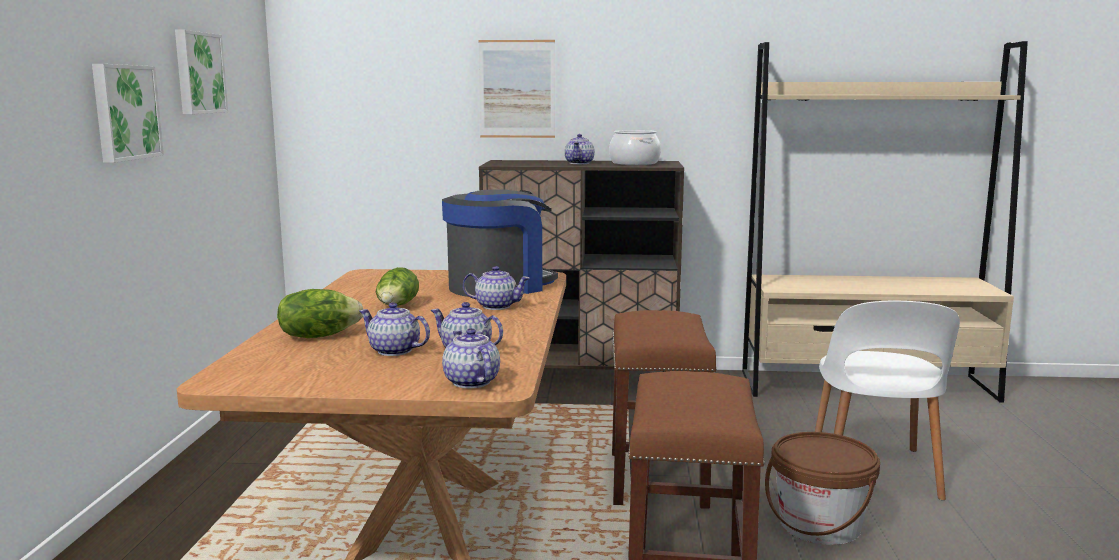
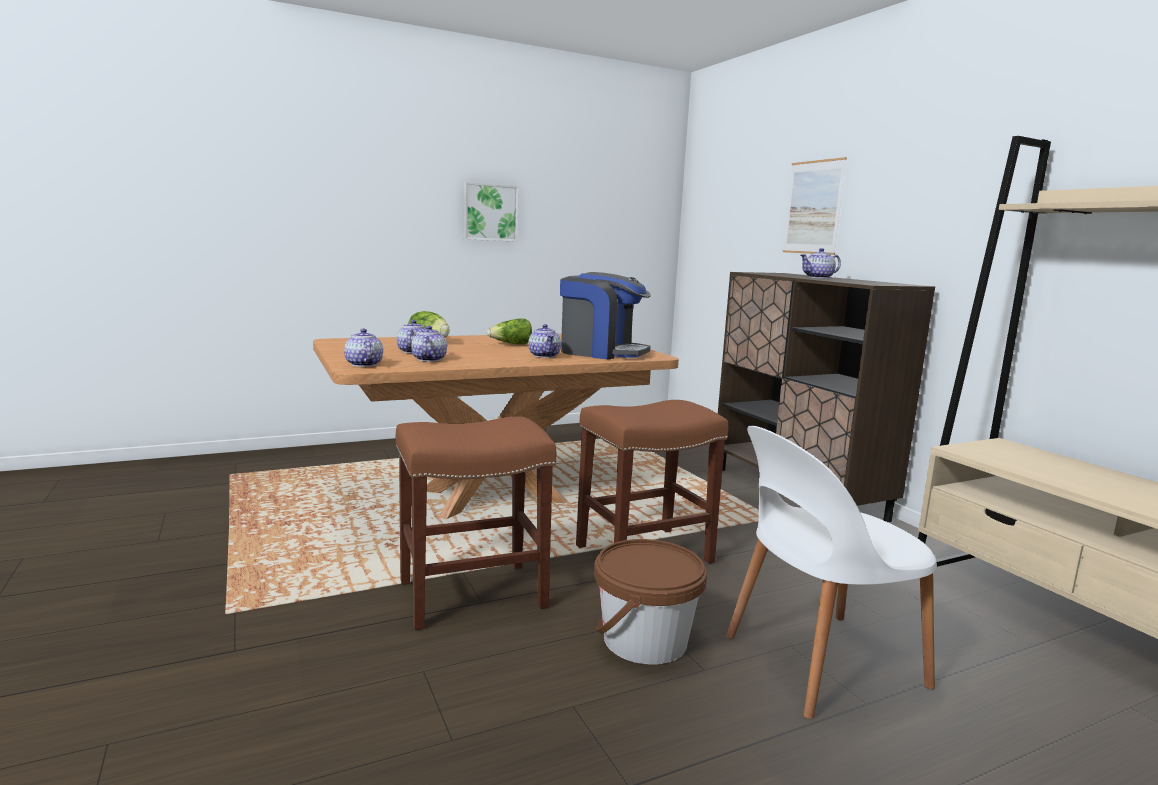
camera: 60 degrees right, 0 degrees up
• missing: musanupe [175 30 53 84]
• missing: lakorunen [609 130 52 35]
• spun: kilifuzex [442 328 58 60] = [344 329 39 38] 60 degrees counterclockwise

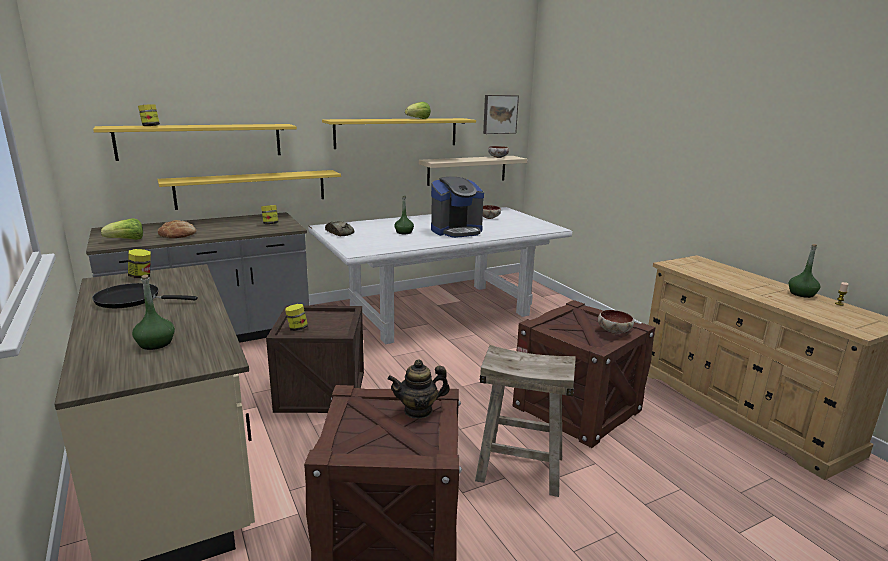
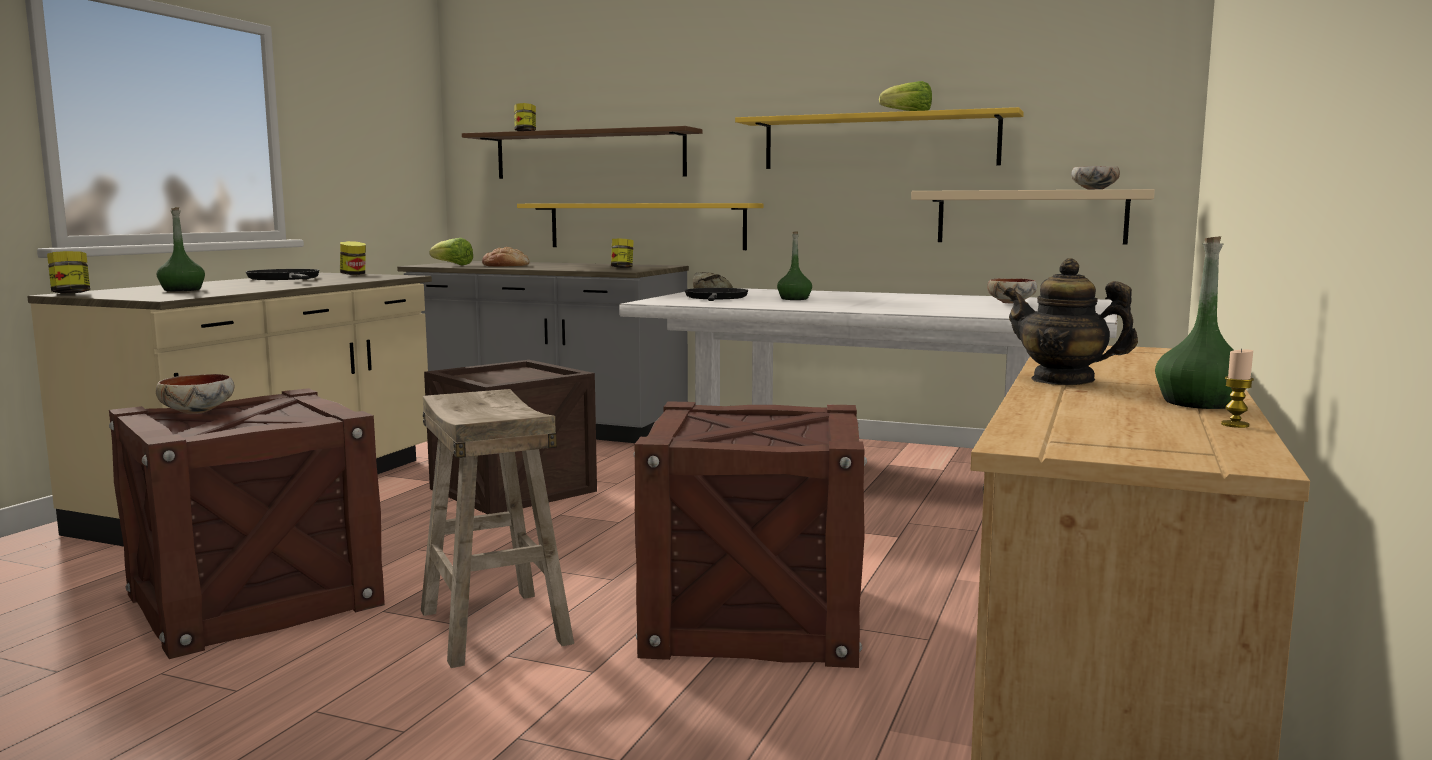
camera: 50 degrees right, 10 degrees down
• missing: musanupe [483 95 36 39]
• colour: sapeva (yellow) [93 124 204 37] to sapeva (brown) [462 126 241 53]
• missing: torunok [431 177 53 61]
• relocated: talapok [285 304 23 27] to [47 251 43 42]
• relocated: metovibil [598 310 36 24] to [156 374 78 40]
• relocated: kilifuzex [387 359 63 60] to [1003 258 135 127]
• appeared: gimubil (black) [685 288 63 13]

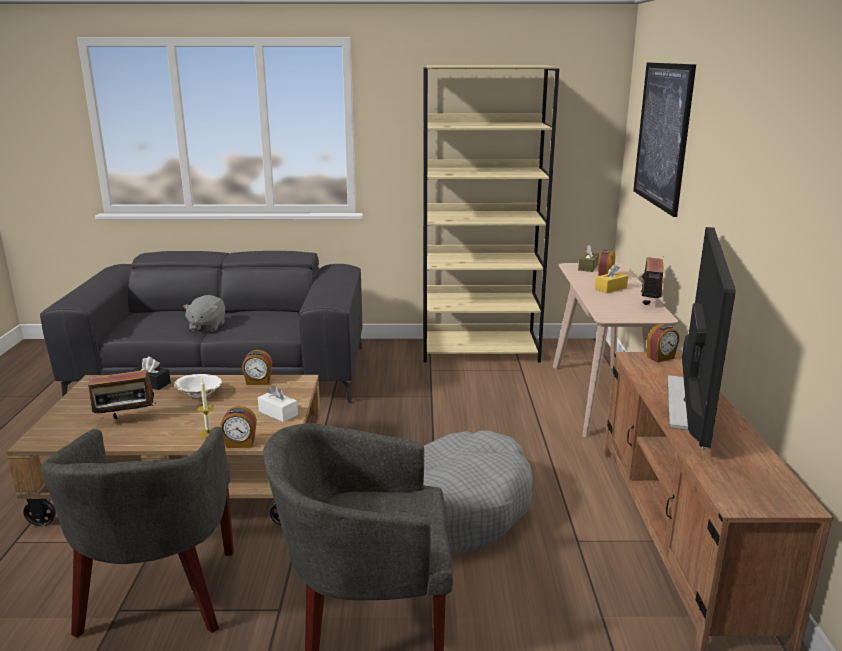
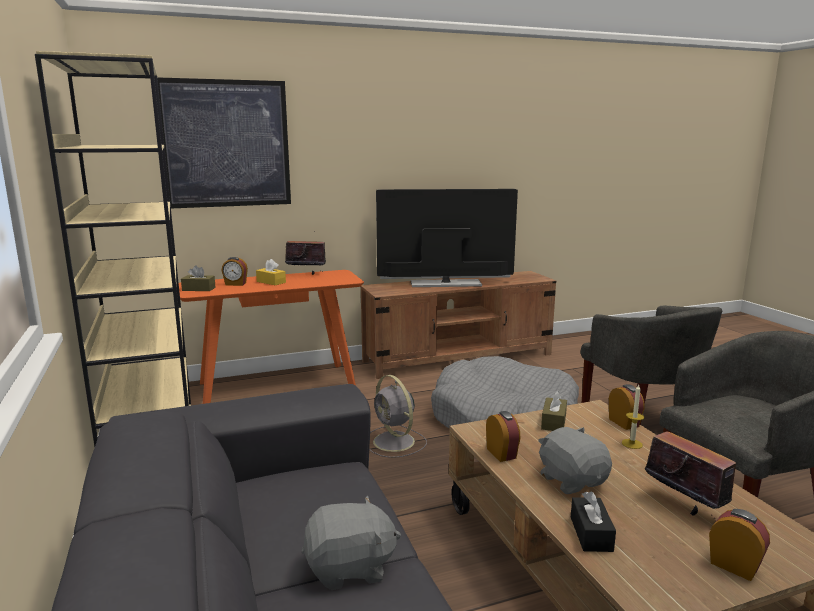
camera: 110 degrees left, 5 degrees down
• colour: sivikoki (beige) [553 263 125 174] to sivikoki (orange) [179 270 185 134]
• relocated: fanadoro [647 324 33 38] to [709 509 61 72]
• exchanged: metovibil (white) [174 374 48 24] to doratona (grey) [538 427 74 67]
• colour: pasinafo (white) [258 385 40 37] to pasinafo (brown) [541 391 26 40]
• appeared: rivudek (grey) [369 375 58 83]

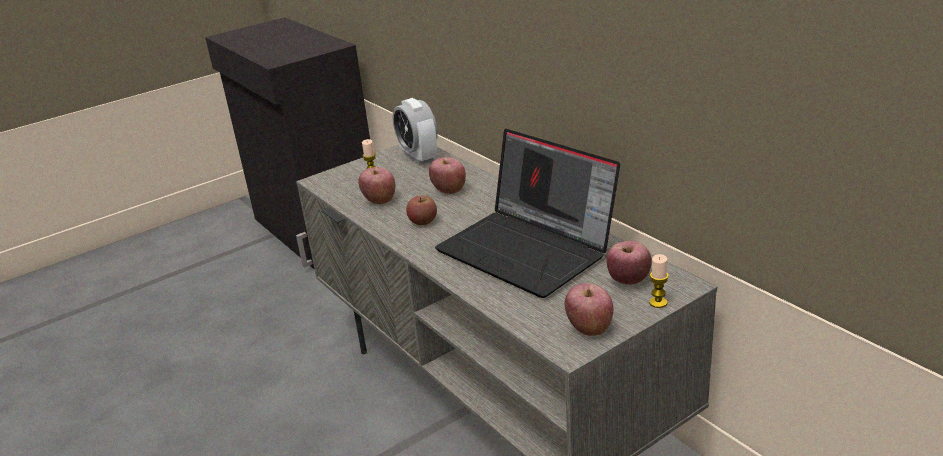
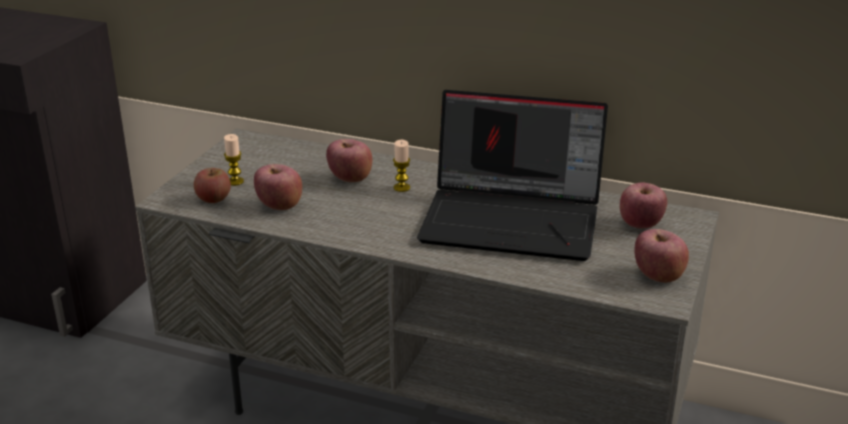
camera: 35 degrees left, 0 degrees up
• missing: fanadoro [393 98 45 67]
• relocated: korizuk [406 196 31 29] to [194 168 37 35]
• relocated: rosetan [649 254 20 54] to [393 140 17 52]

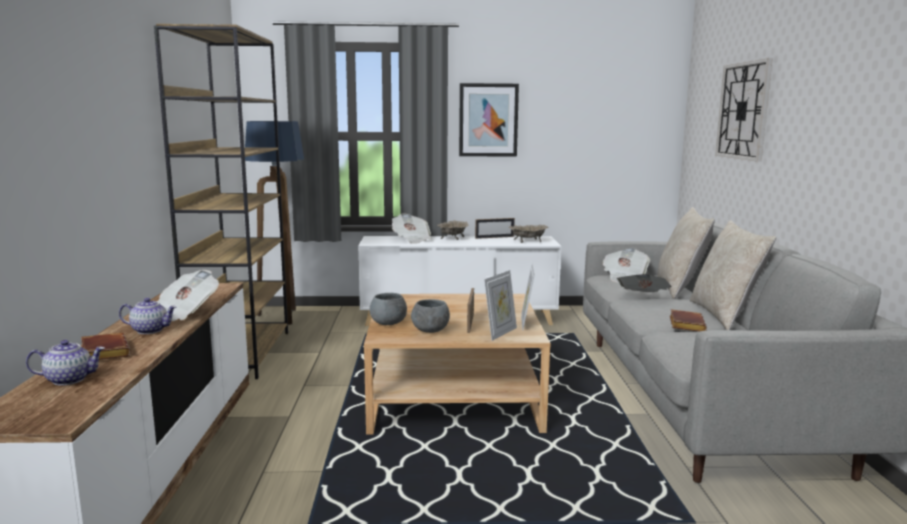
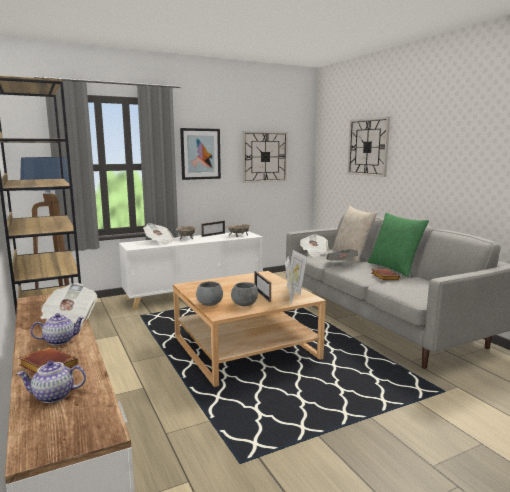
camera: 25 degrees left, 0 degrees up
• colour: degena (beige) [690 220 86 110] to degena (green) [368 213 61 64]
• spun: kilifuzex [26 340 79 46] = [17 361 69 42] 150 degrees counterclockwise
• appeared: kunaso [242 131 46 52]

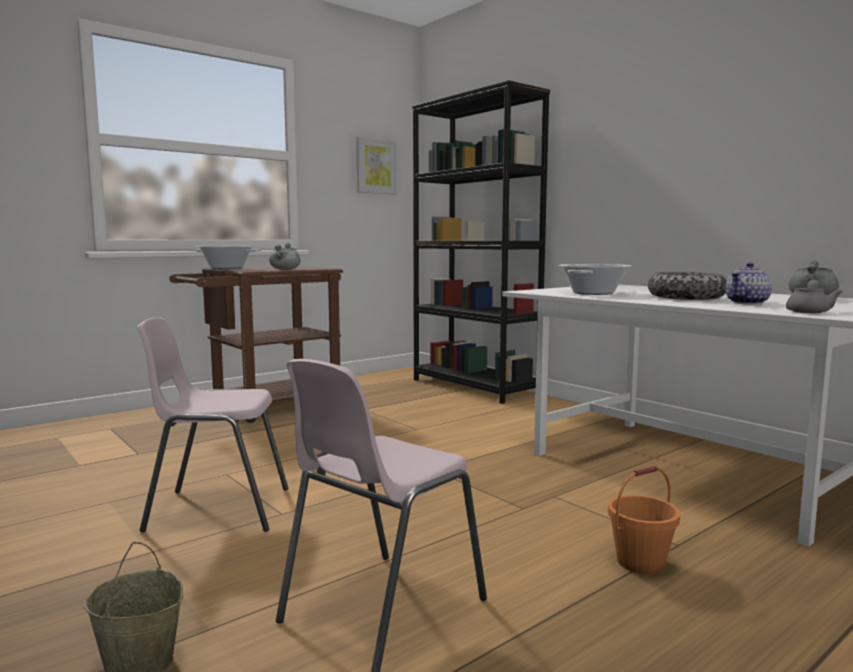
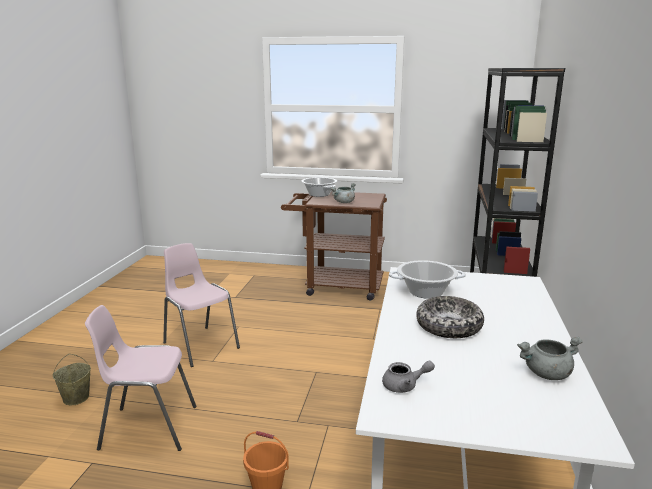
camera: 50 degrees right, 10 degrees up
• missing: musanupe [356 136 41 59]
• missing: kilifuzex [726 262 46 42]

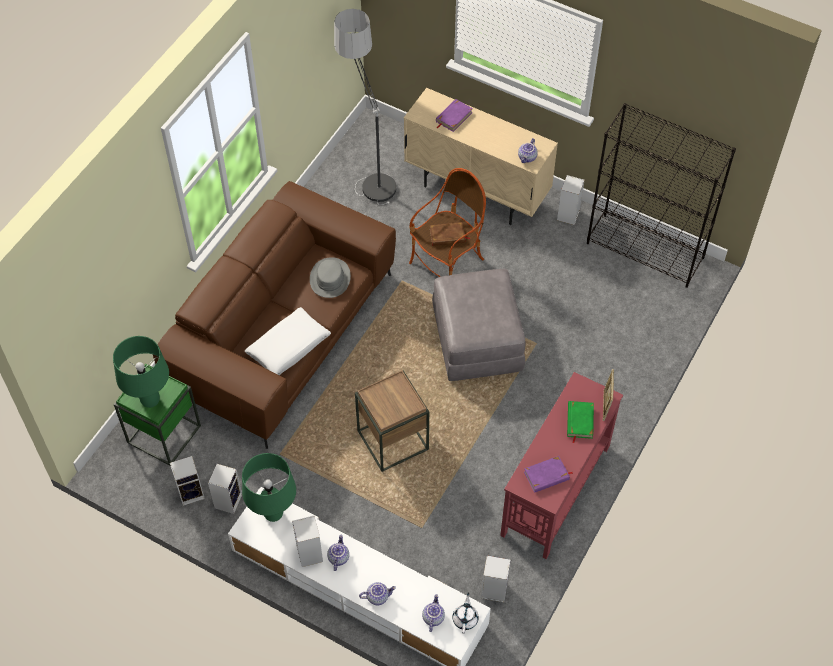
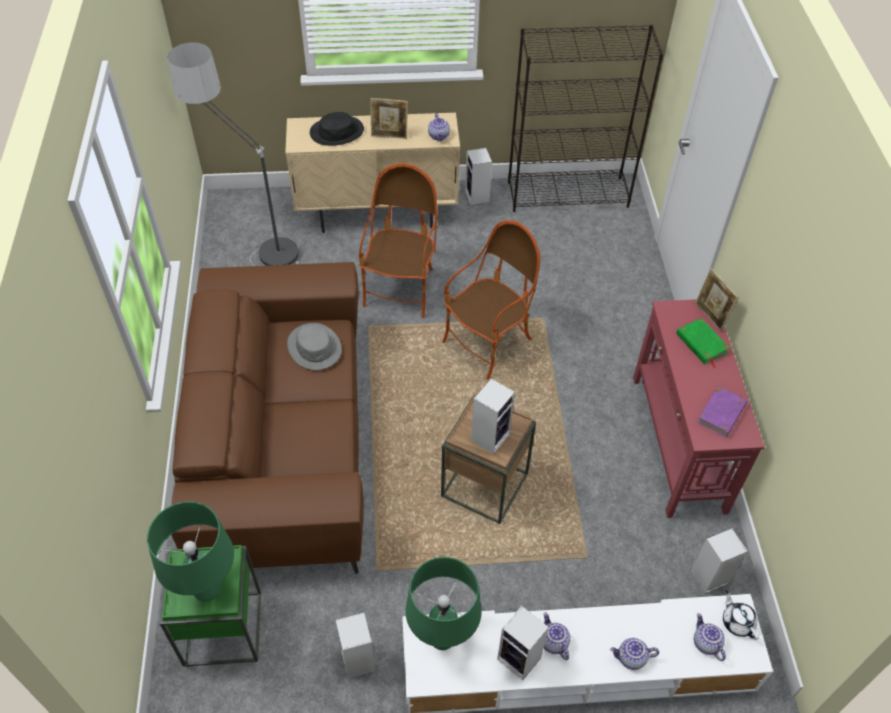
camera: 35 degrees left, 5 degrees down
• exchanged: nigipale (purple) [436 99 37 33] to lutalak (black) [310 112 54 34]
• missing: nigipale (brown) [430 222 40 24]
• exchanged: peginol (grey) [432 269 94 112] to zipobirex [442 220 98 160]
• missing: degena (white) [245 307 86 68]
• relocated: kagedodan [170 456 35 50] to [471 378 44 76]
• spun: kilifuzex [359 582 37 23] = [610 638 49 32] 135 degrees counterclockwise
• appeared: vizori [370 98 38 41]

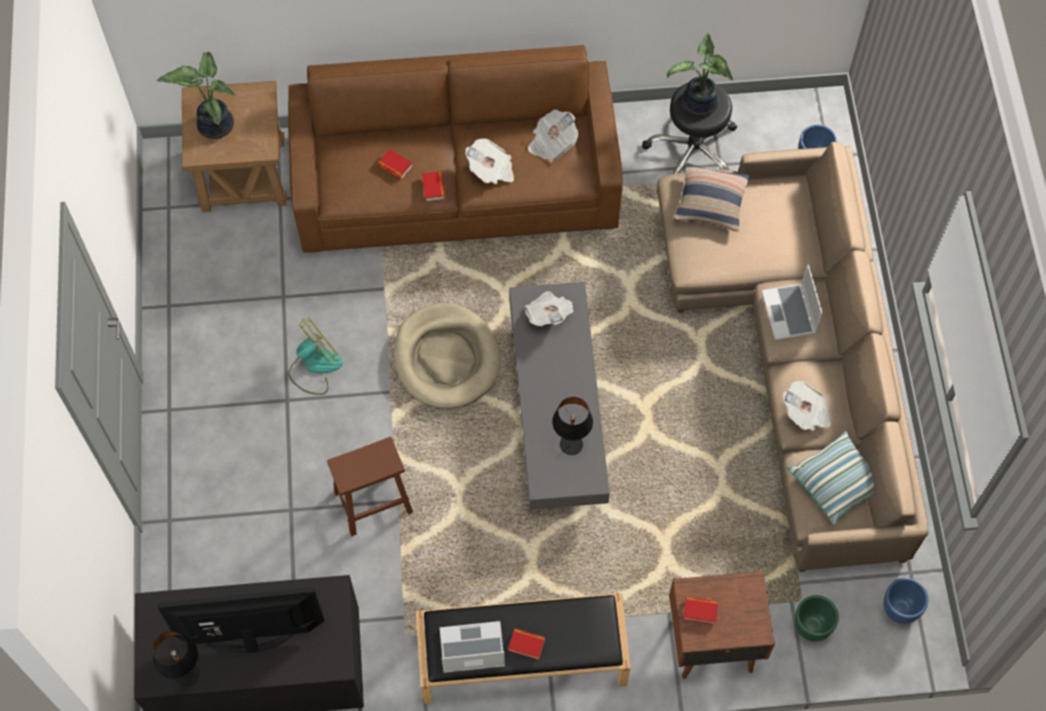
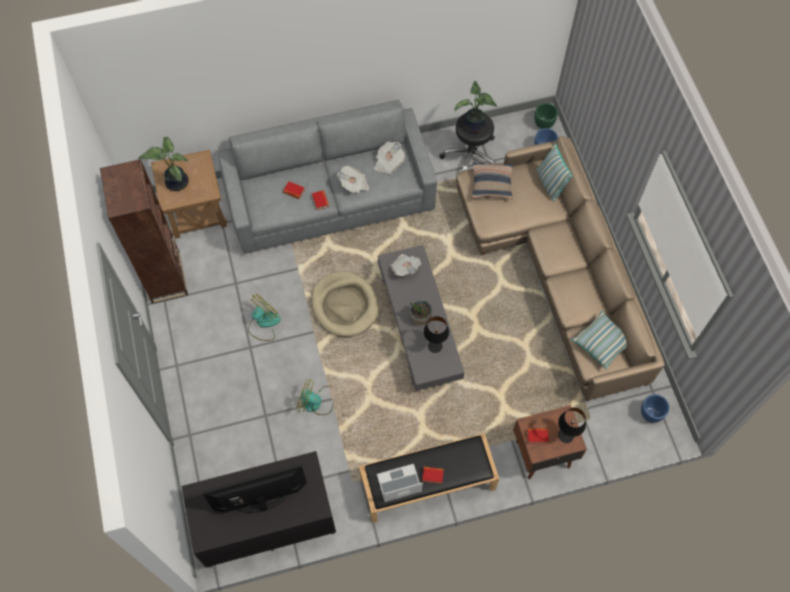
camera: 10 degrees left, 0 degrees up
• colour: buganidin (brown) [288 45 334 208] to buganidin (grey) [218 100 219 154]
• missing: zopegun [762 264 61 76]
• missing: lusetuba [783 381 48 50]
• exchanged: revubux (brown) [327 437 86 99] to rivudek [296 379 37 36]
• relocated: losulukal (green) [794 595 45 46] to [534 103 24 26]
• relocated: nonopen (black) [153 631 47 56] to [558 408 28 35]
• appeared: degena [536 143 37 59]
• appeared: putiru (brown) [100 159 88 145]
• appeared: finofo [410 300 22 25]

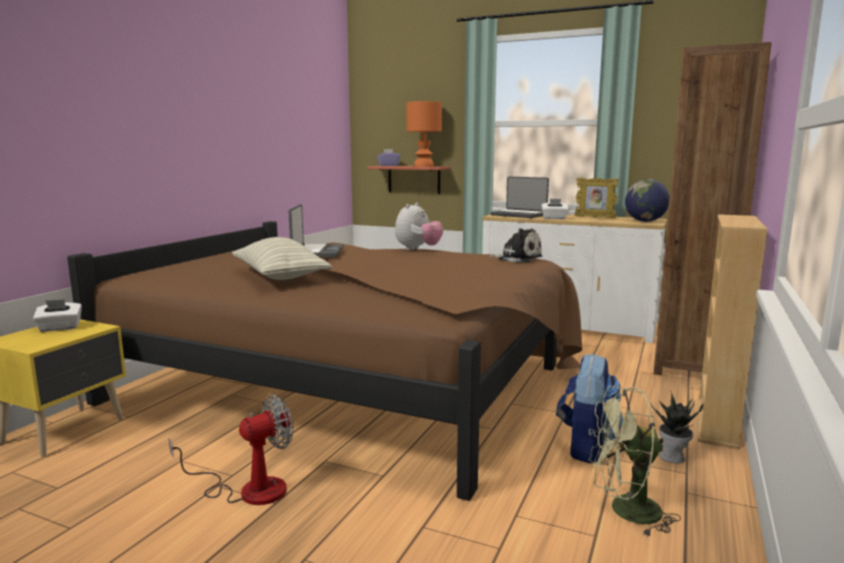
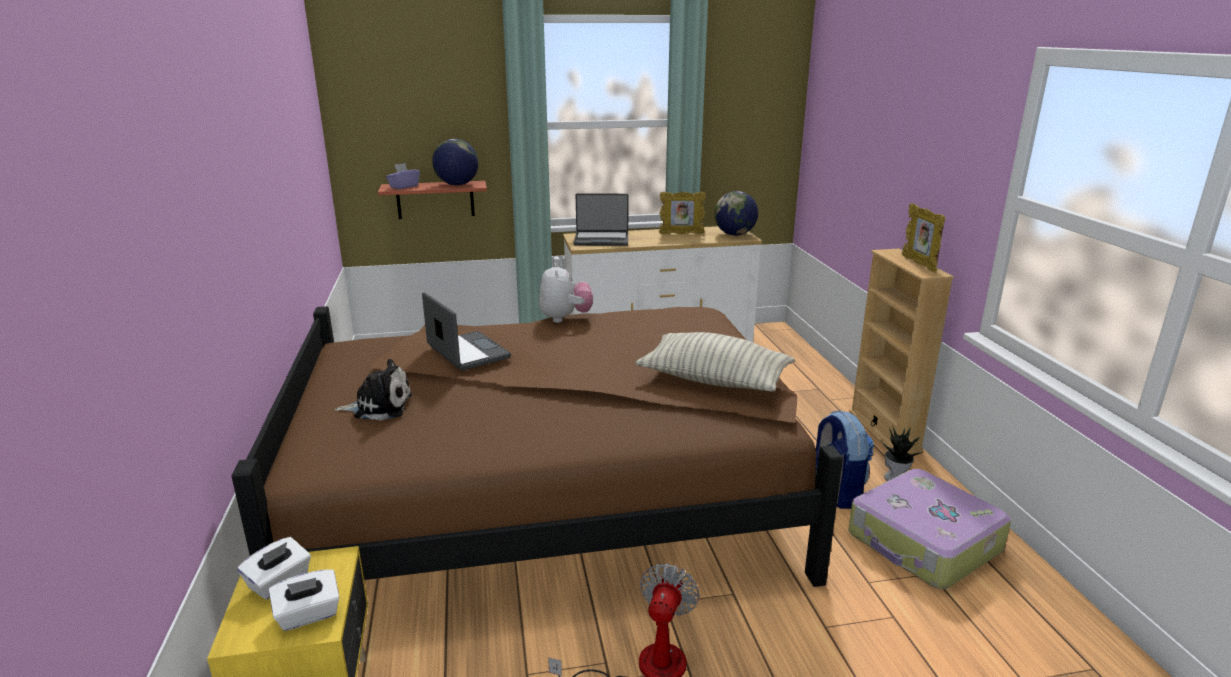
camera: 35 degrees left, 10 degrees up
• missing: putiru (brown) [653 42 119 333]
• exchanged: nonopen (orange) [407 101 35 66] to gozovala [432 139 47 46]
• relocated: pasinafo (white) [541 199 28 20] to [269 569 71 62]
• relocated: doratona [489 228 54 35] to [335 359 77 62]
• relocated: degena [232 237 100 43] to [635 332 160 60]
• exchanged: rivudek (green) [588 386 93 150] to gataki [848 469 163 120]
• appeared: vizori [902 203 43 69]

